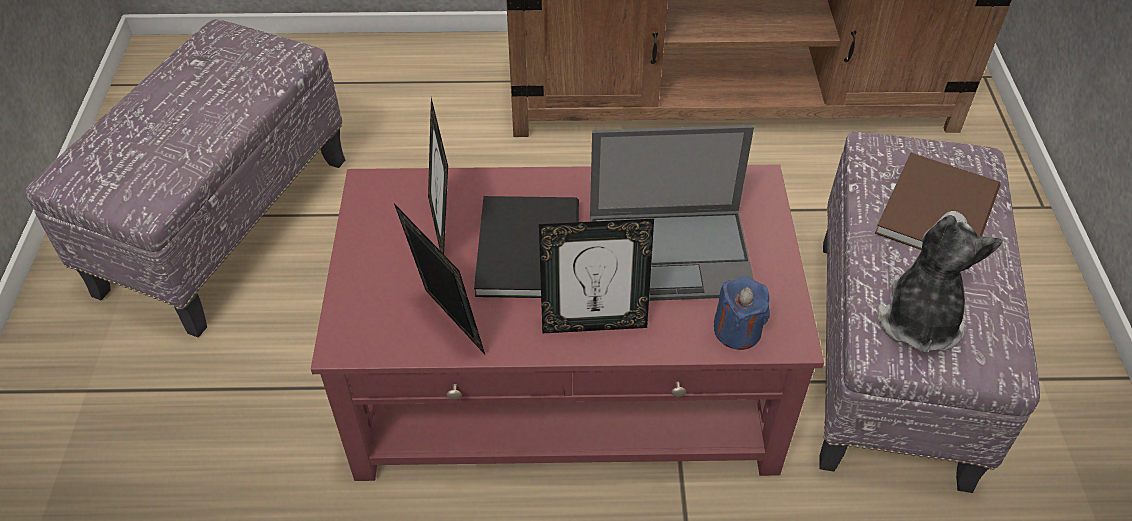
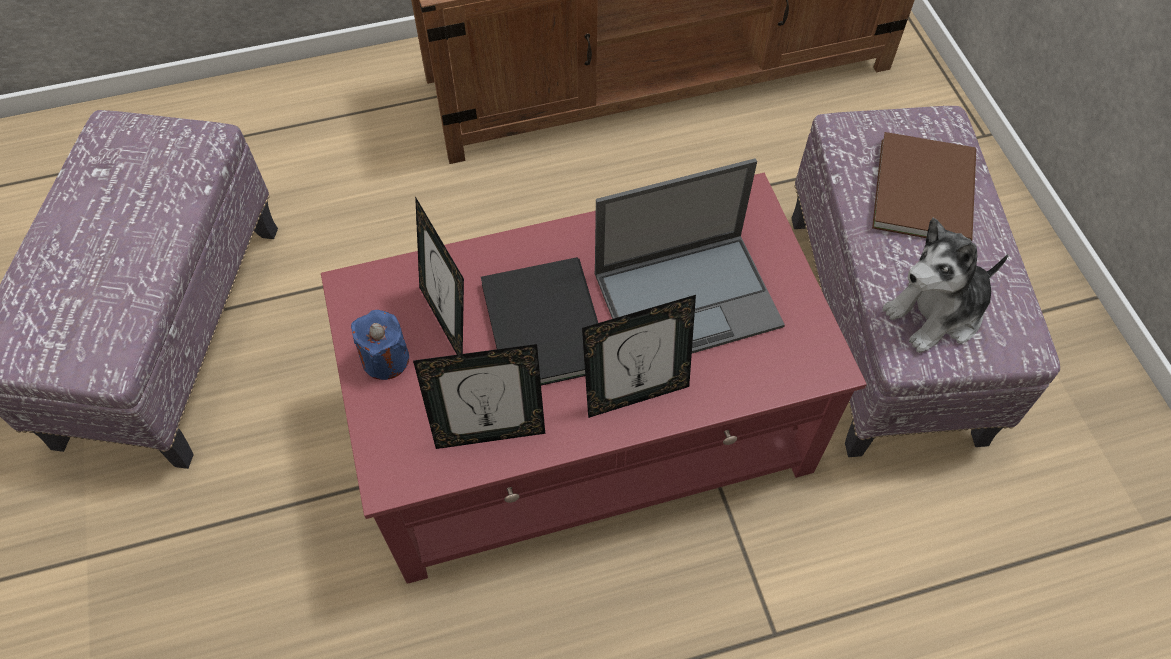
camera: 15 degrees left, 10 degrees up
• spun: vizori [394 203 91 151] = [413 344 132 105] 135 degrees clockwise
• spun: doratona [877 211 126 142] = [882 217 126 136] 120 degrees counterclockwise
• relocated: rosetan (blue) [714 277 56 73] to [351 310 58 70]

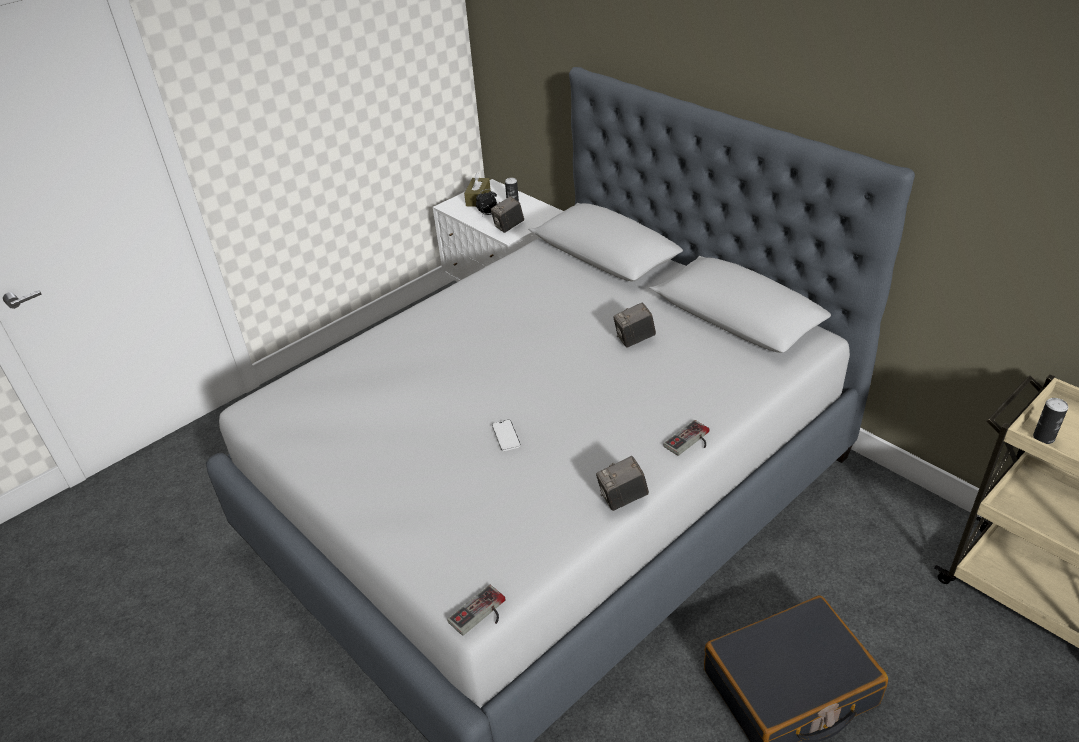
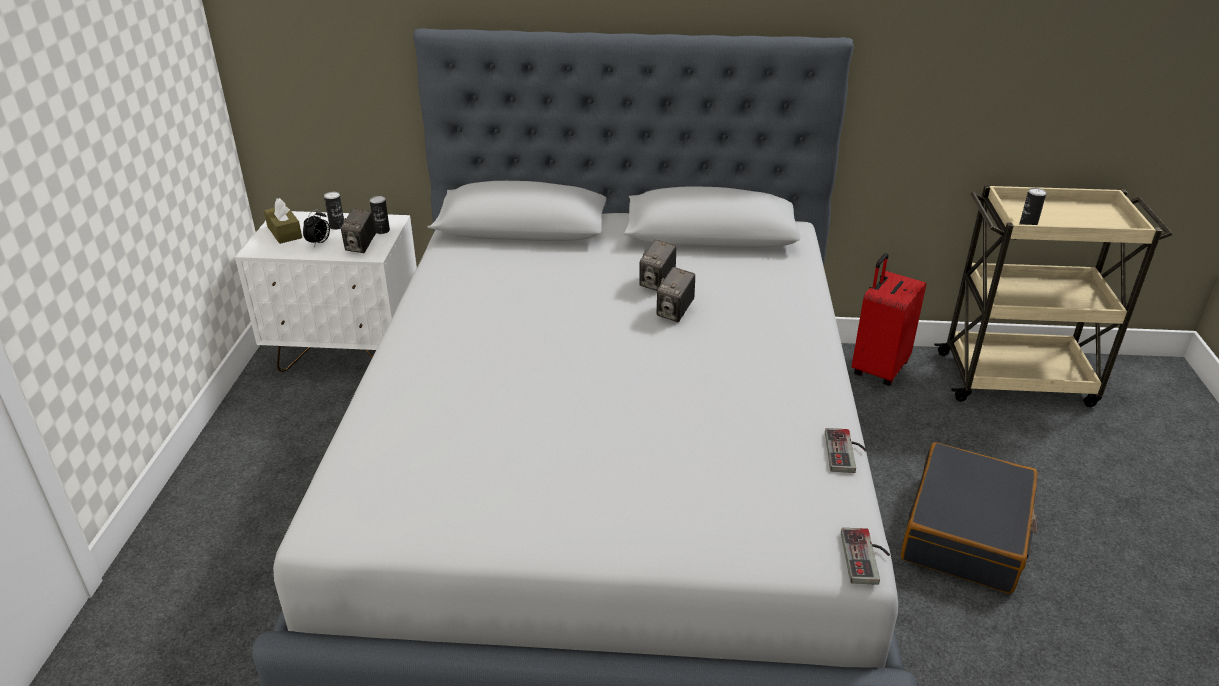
camera: 45 degrees left, 5 degrees down
• missing: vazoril [492 420 29 31]
• relocated: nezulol [664 420 45 36] to [825 428 42 45]
• relocated: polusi [596 456 53 55] to [657 267 38 55]
• appeared: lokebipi [370 196 20 38]
• appeared: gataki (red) [852 253 74 133]

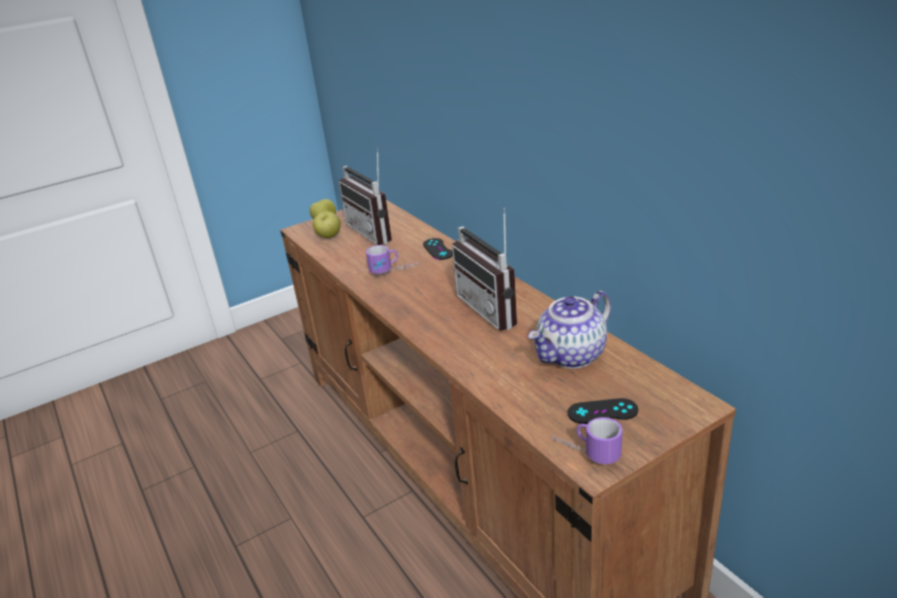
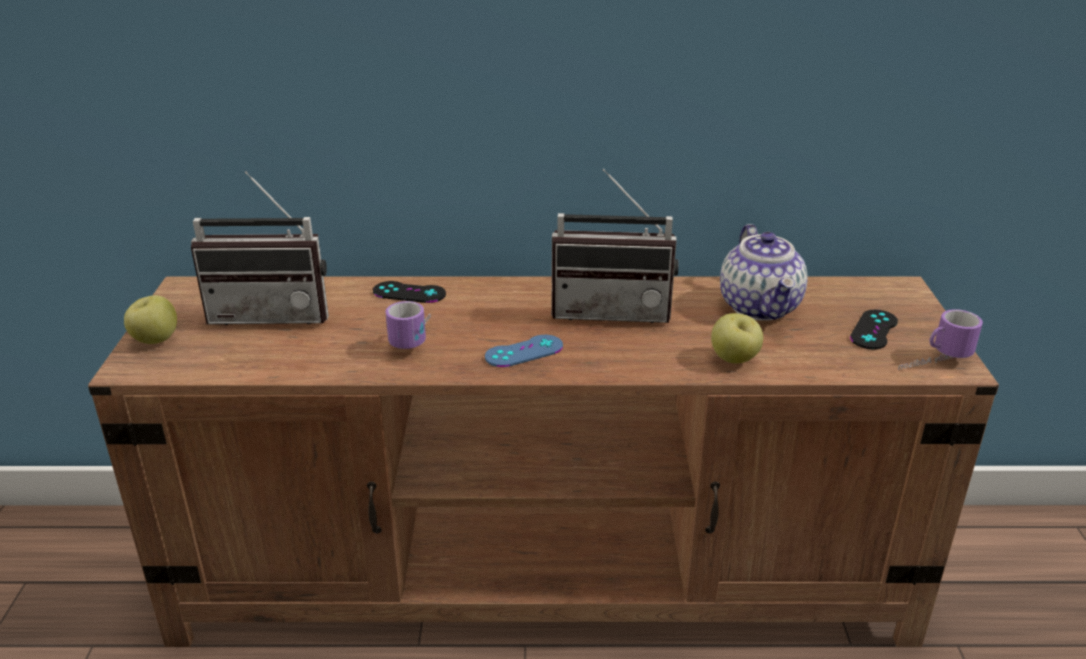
camera: 60 degrees left, 0 degrees up
• relocated: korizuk [313 211 28 27] to [711 313 52 50]
• appeared: nezulol (blue) [485 335 78 32]

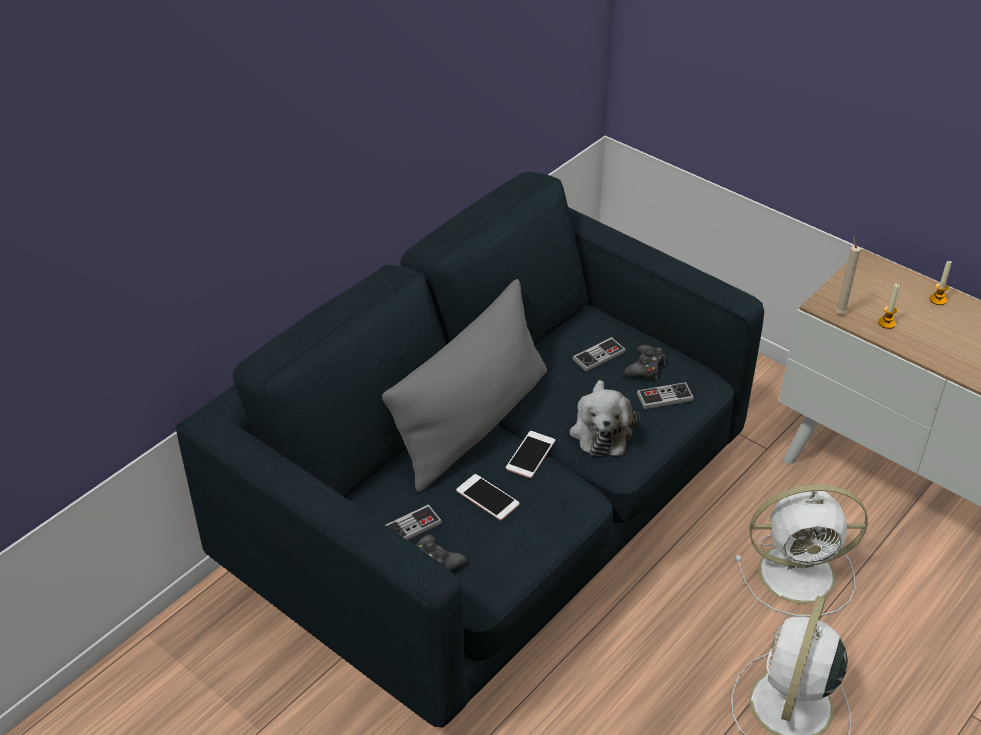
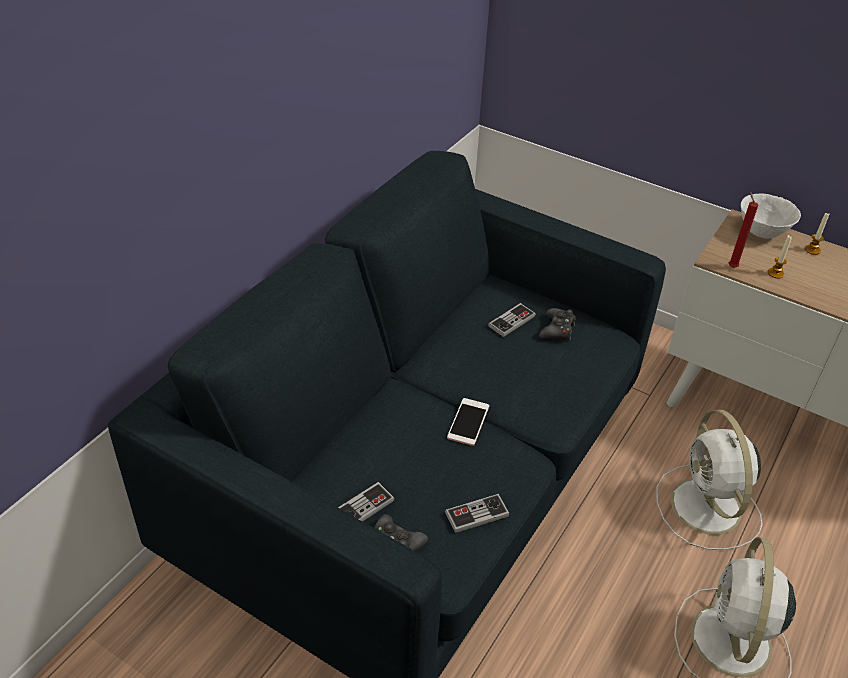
camera: 10 degrees left, 0 degrees up
• colour: rosetan (beige) [836 235 25 79] to rosetan (red) [728 192 30 76]
• missing: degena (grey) [382 279 165 213]
• missing: doratona [570 380 70 76]
• relocated: nezulol [637 382 57 27] to [445 494 65 39]
• missing: vazoril [456 474 64 47]
• spun: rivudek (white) [736 484 132 133] = [656 410 107 140] 90 degrees clockwise
• appeared: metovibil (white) [741 194 60 45]

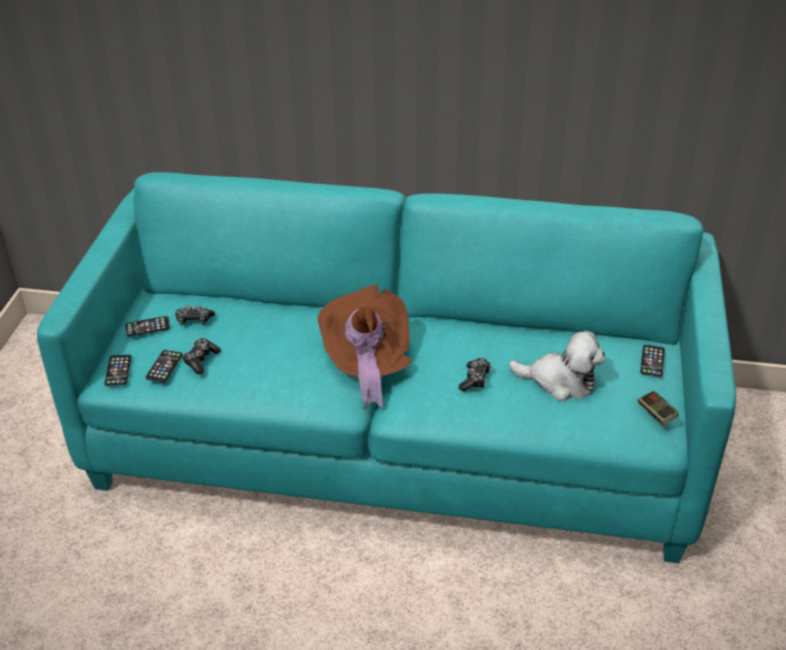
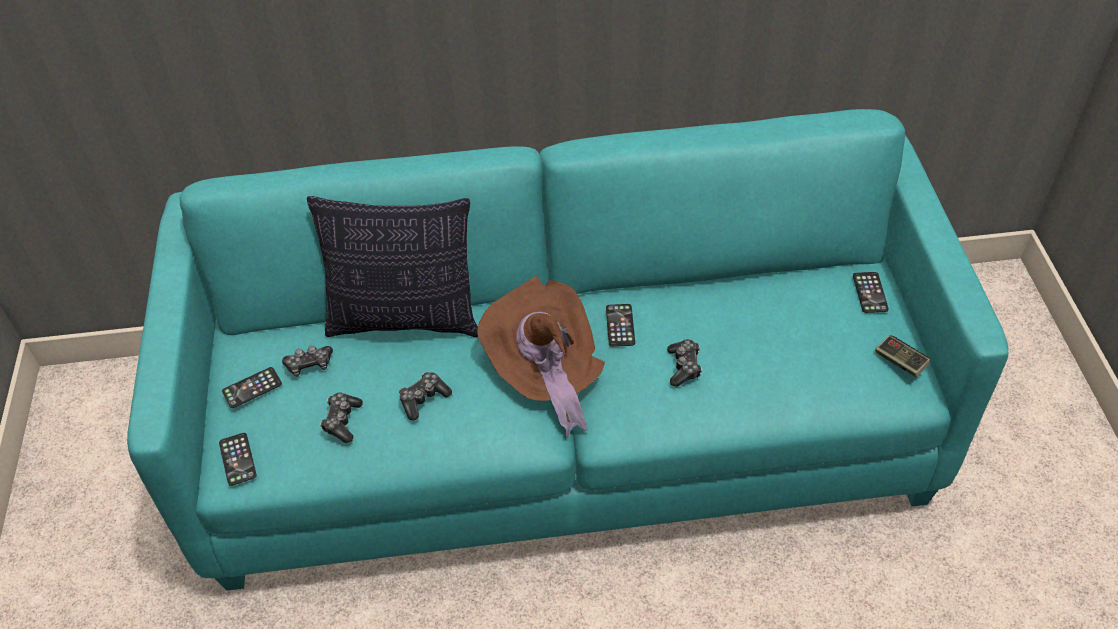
camera: 15 degrees left, 10 degrees up
• missing: doratona [509 331 96 70]
• relocated: vazoril [146 350 37 32] to [606 304 29 43]
• appeared: degena [307 196 171 141]
• appeared: nezulol [399 372 53 49]

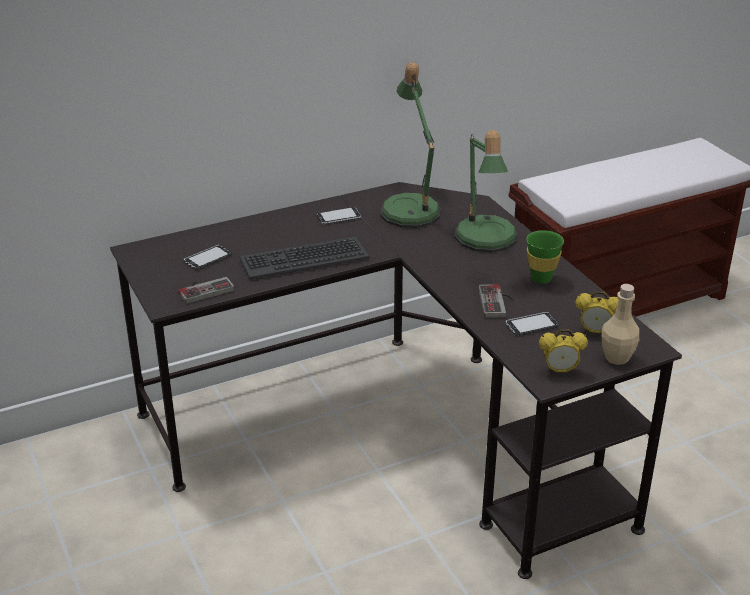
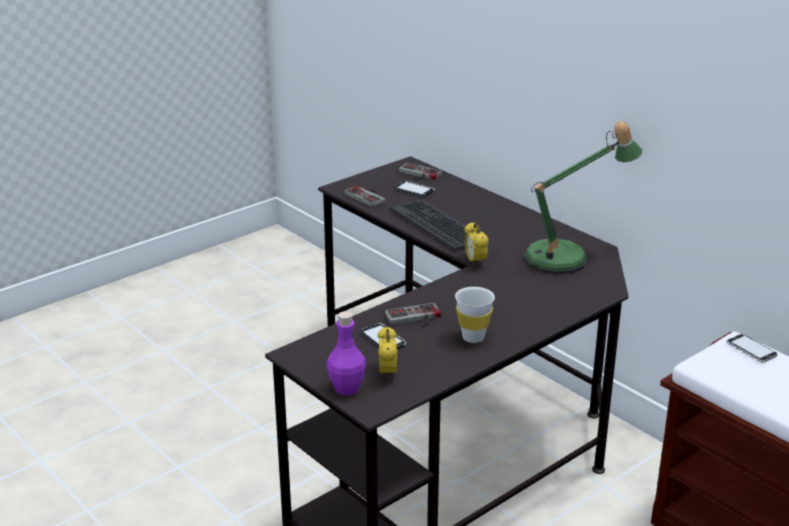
camera: 75 degrees right, 5 degrees down
• missing: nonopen [455 130 62 123]
• relocated: vazoril [317 207 44 17] to [727 334 50 29]
• colour: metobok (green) [526 230 38 54] to metobok (white) [455 287 40 56]
• colour: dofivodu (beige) [602 284 37 81] to dofivodu (purple) [326 311 40 84]
• relocated: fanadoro [539 329 49 45] to [464 222 25 45]
• appeared: nezulol [399 163 43 17]

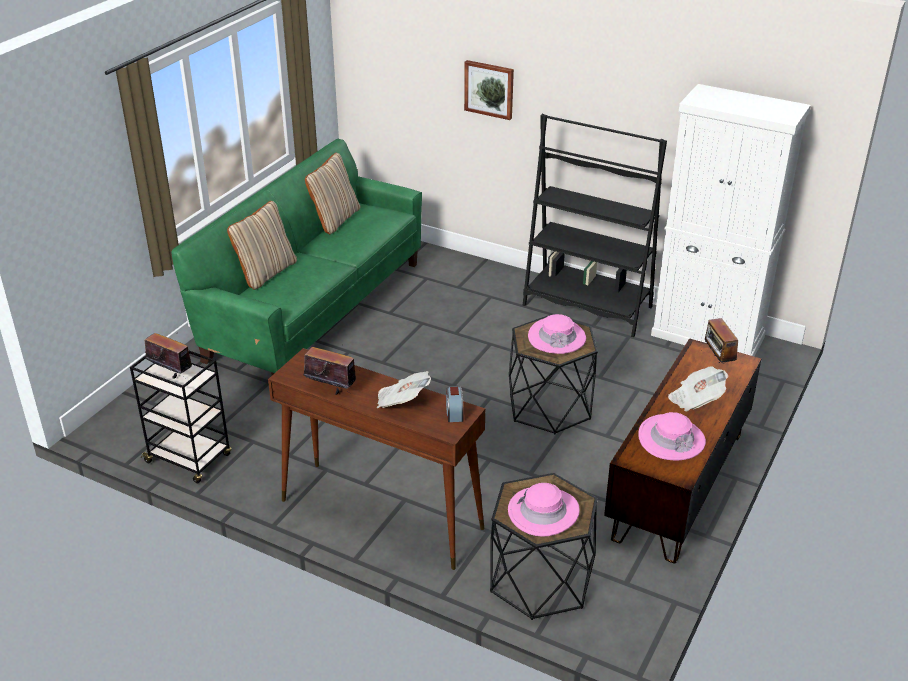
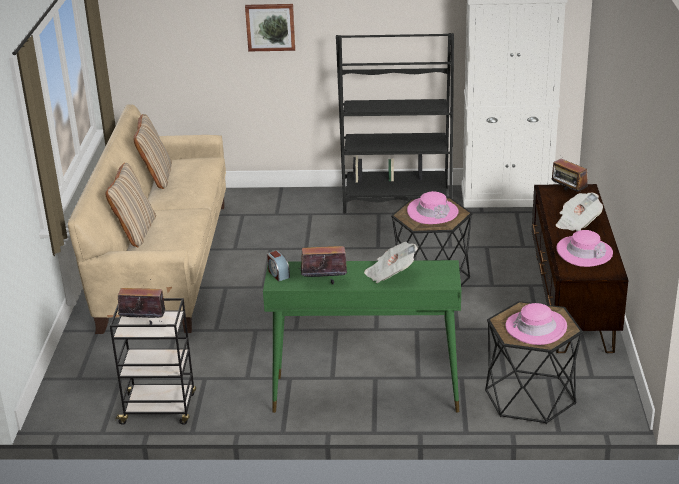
camera: 25 degrees left, 5 degrees down
• colour: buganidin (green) [172 139 250 236] to buganidin (beige) [68 104 158 230]
• colour: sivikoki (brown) [268 348 217 222] to sivikoki (green) [263 260 198 153]
• relocated: fanadoro [446 386 17 36] to [267 250 23 31]

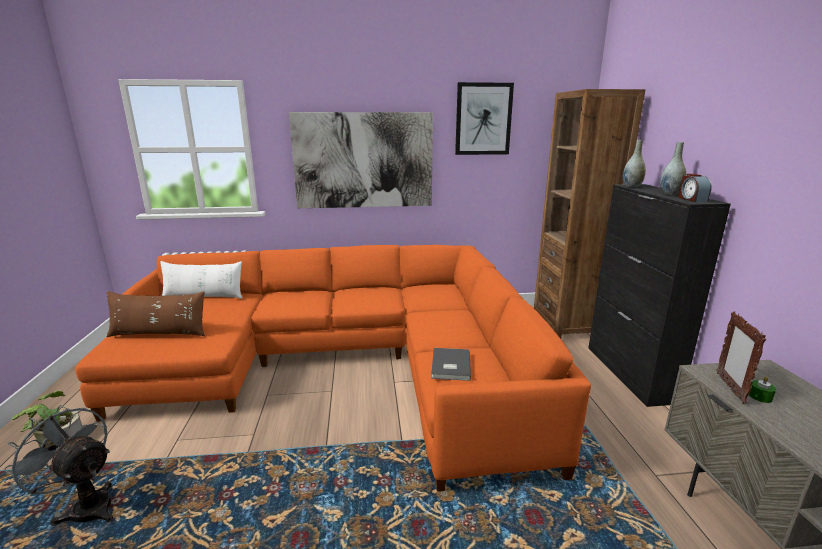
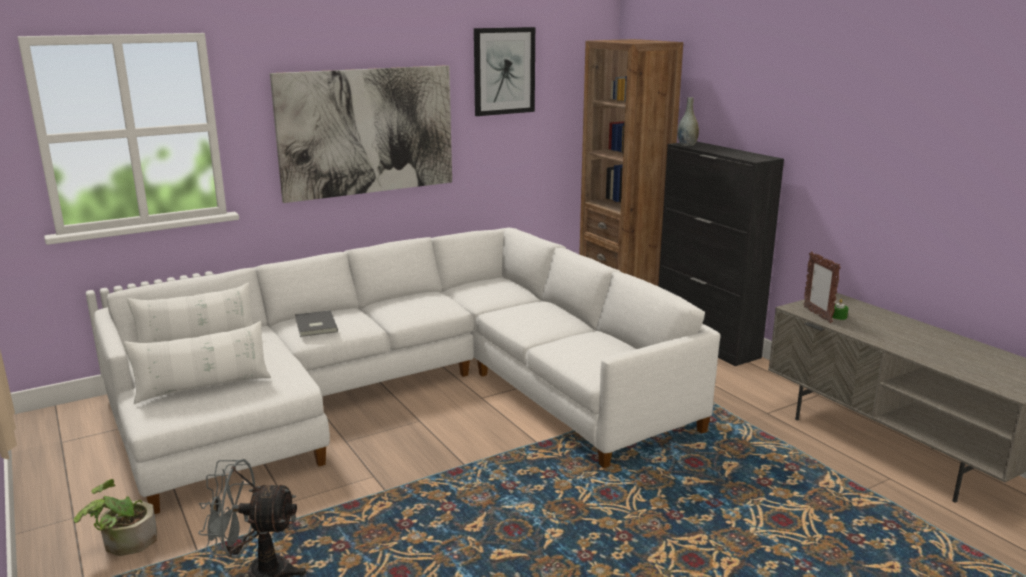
camera: 25 degrees left, 0 degrees up
• missing: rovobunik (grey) [660 142 26 52]
• missing: fanadoro [679 174 33 28]
• colour: buganidin (orange) [75 245 516 247] to buganidin (white) [94 228 627 286]
• colour: degena (brown) [107 291 98 46] to degena (white) [124 321 147 83]
• relocated: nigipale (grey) [431 348 40 33] to [295 310 43 27]

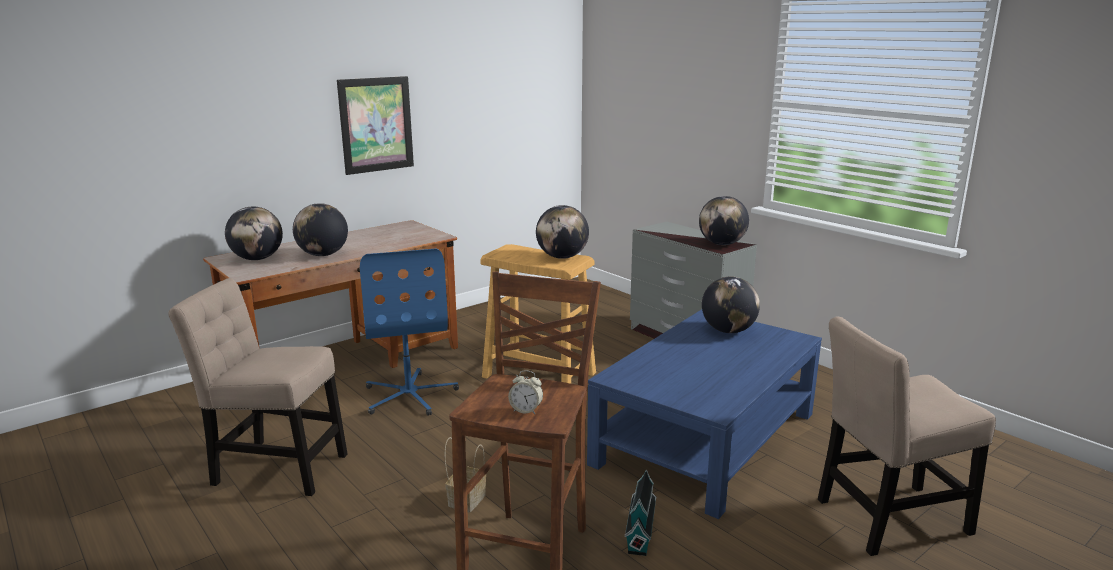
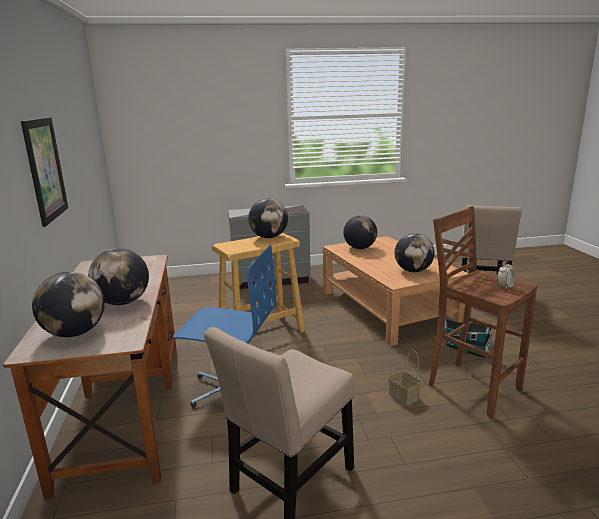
camera: 60 degrees left, 0 degrees up
• relocated: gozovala [699 196 50 49] to [395 233 40 39]
• colour: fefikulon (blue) [587 309 235 210] to fefikulon (brown) [323 236 145 110]

